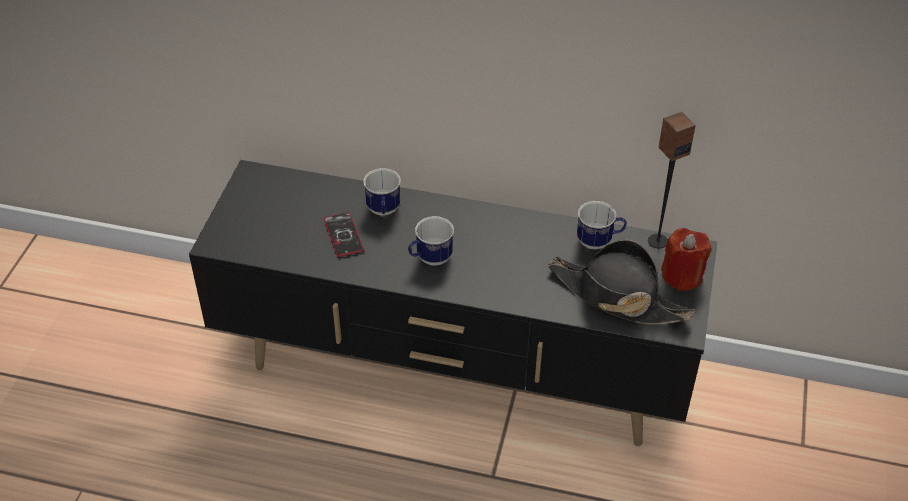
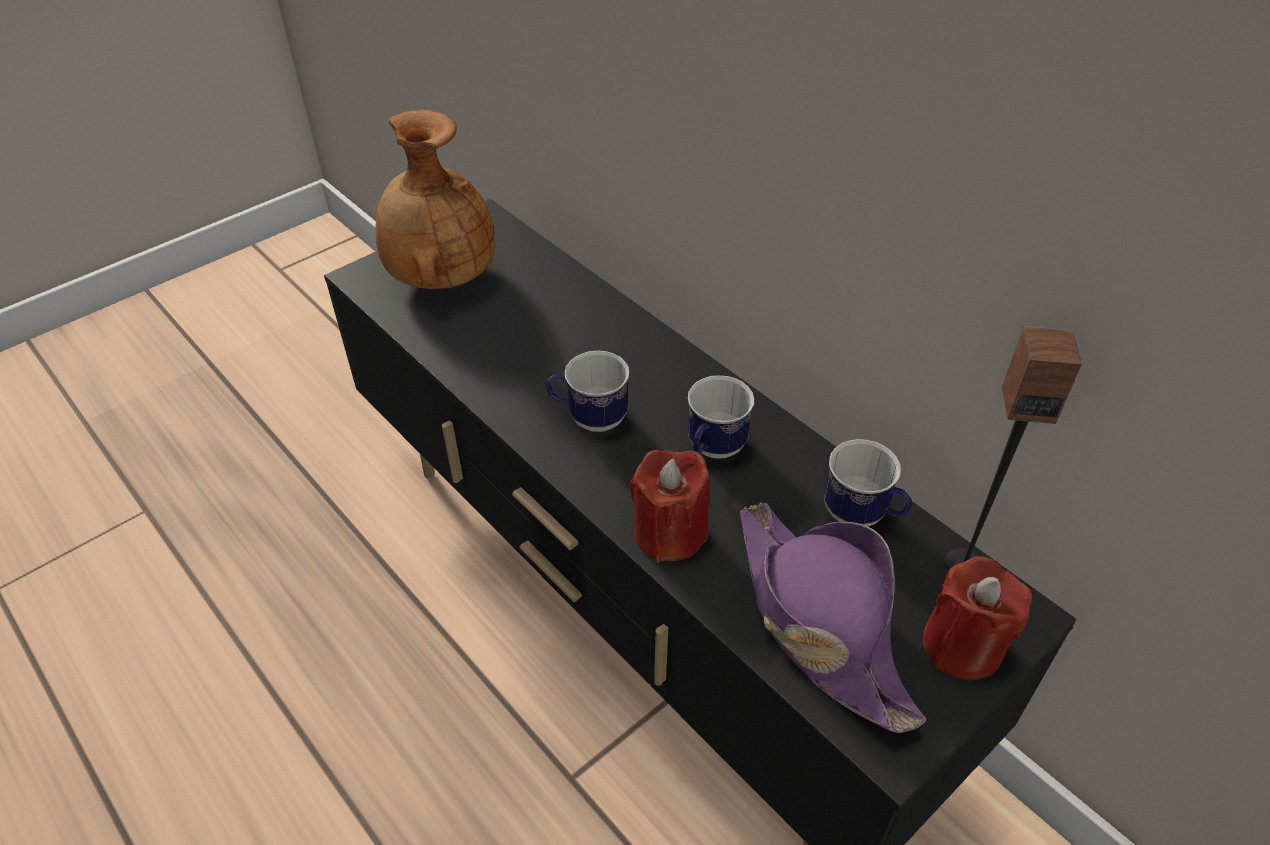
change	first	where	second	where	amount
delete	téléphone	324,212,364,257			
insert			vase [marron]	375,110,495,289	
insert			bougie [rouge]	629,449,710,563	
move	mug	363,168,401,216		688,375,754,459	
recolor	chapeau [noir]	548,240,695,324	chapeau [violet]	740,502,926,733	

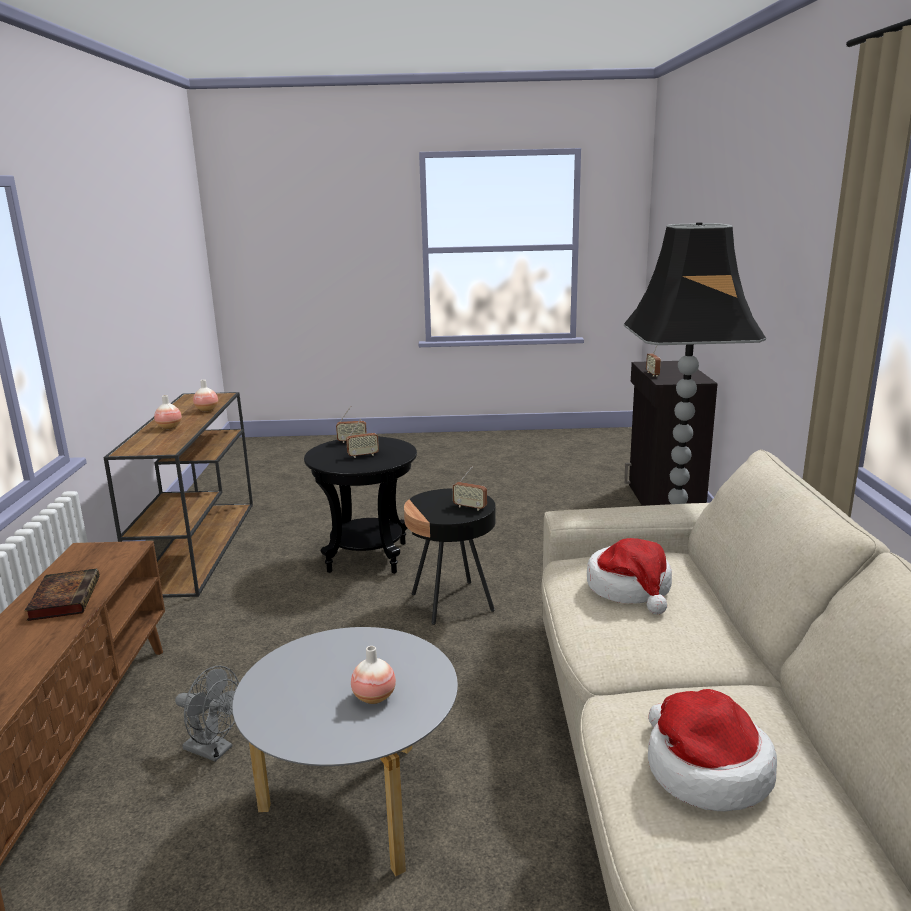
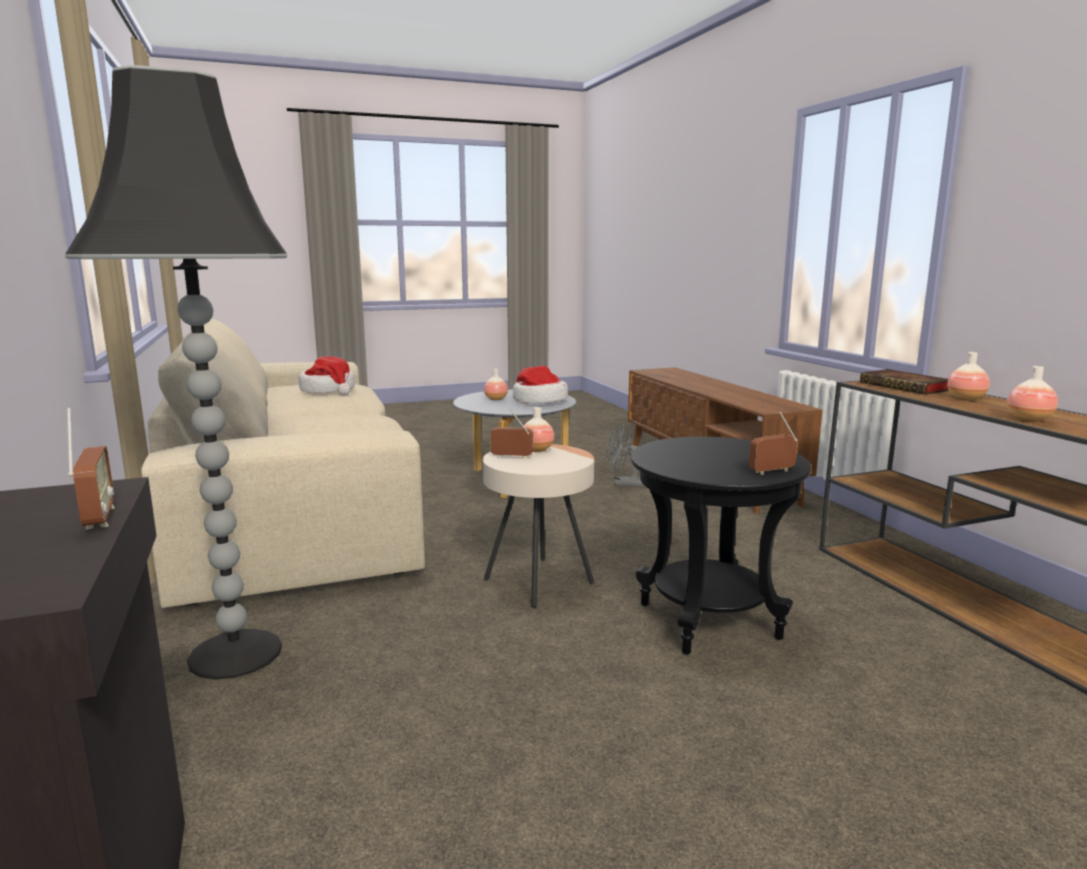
change	first	where	second	where	amount
delete	radio	346,418,379,458			
insert			vase	524,407,554,452	
move	livre	24,569,100,621		860,369,949,395	
move	chapeau	587,538,672,615		513,366,568,404	
recolor	table d'appoint [noir]	404,488,496,625	table d'appoint [beige]	483,444,594,608	

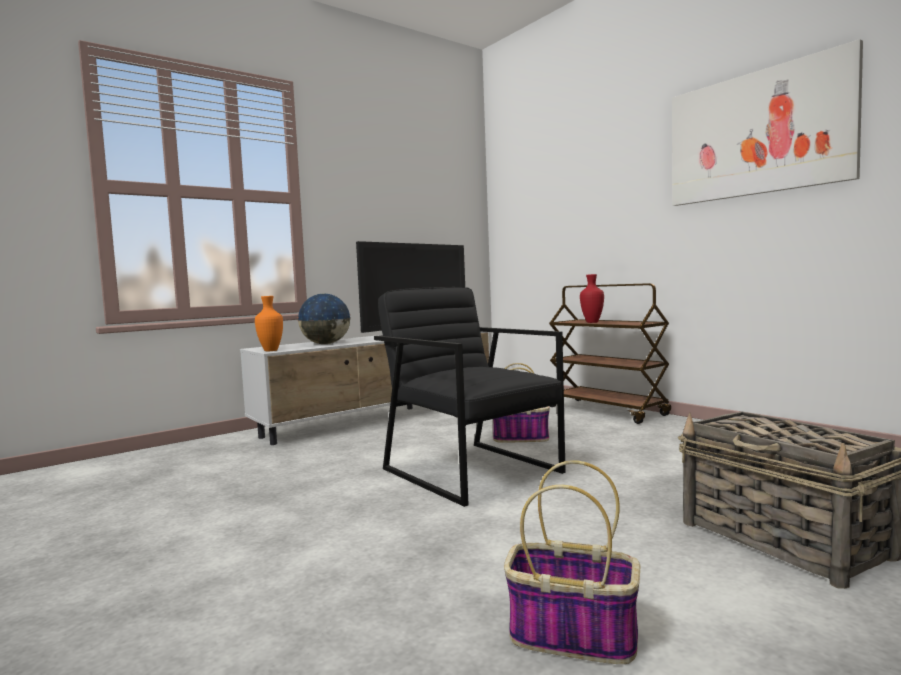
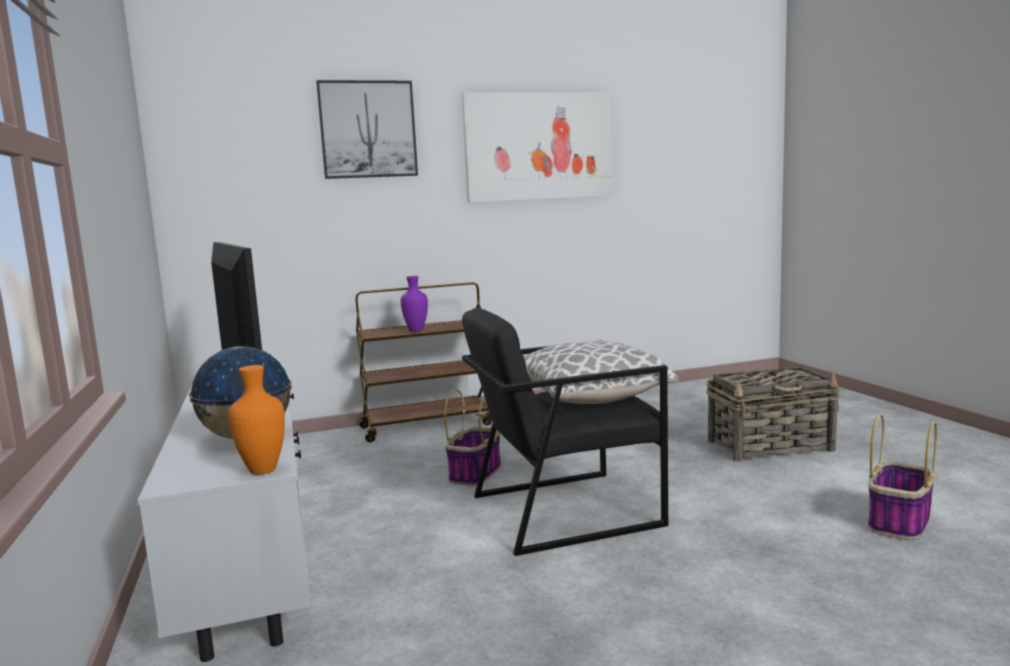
change	first	where	second	where	amount
insert			tableau	316,80,418,179	
insert			coussin	524,341,679,404	
recolor	vase [rouge]	580,274,604,323	vase [violet]	401,276,428,332	

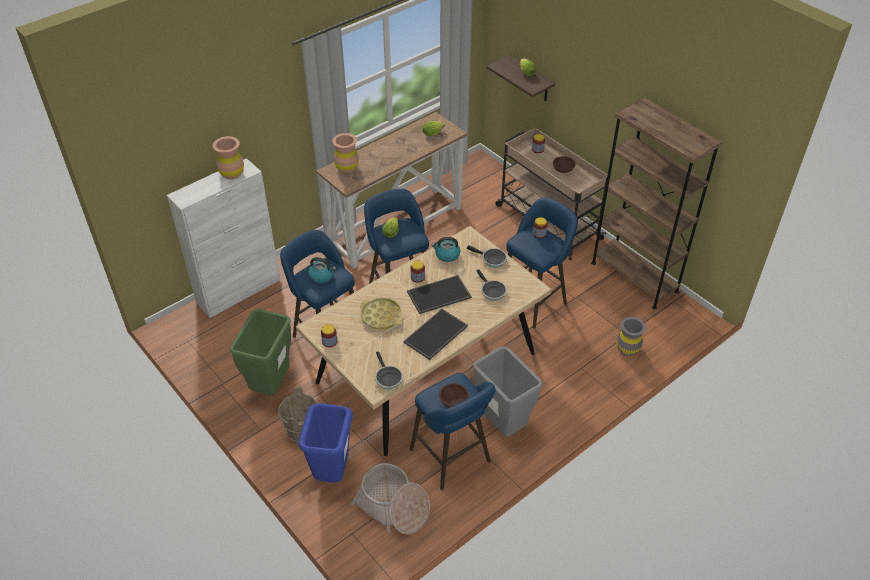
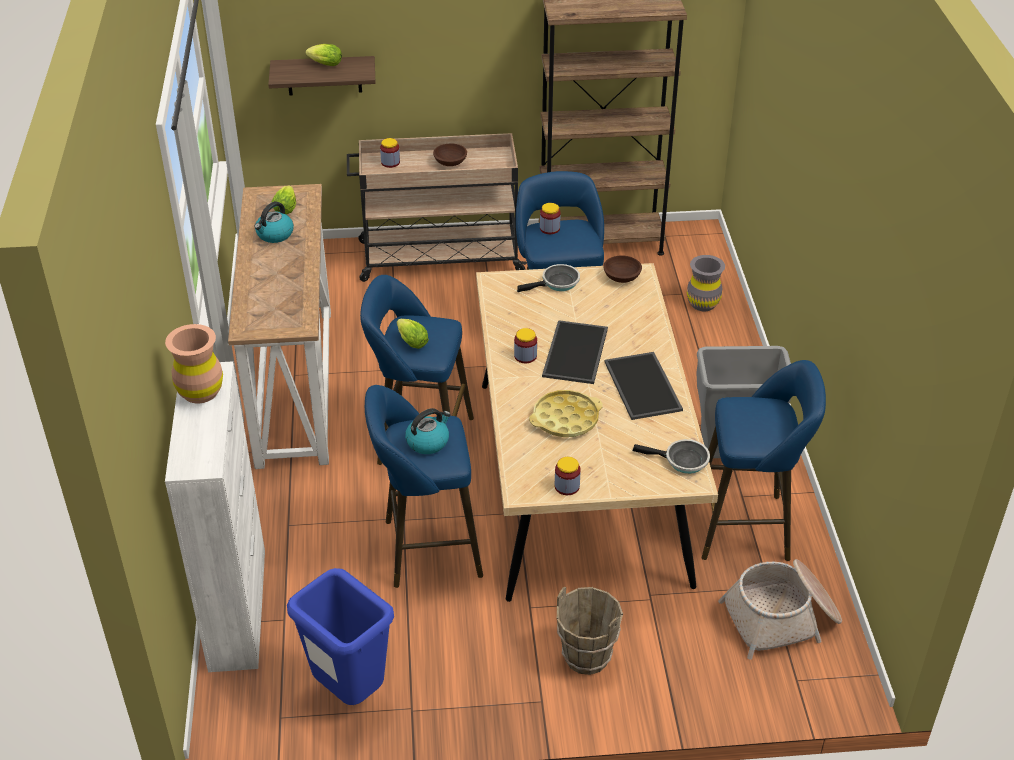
change	first	where	second	where	amount
delete	poubelle [vert]	230,309,291,396			
delete	vase [marron]	332,133,359,173			
delete	poêle	476,269,507,301			
move	poubelle [bleu]	298,403,353,483		287,568,394,705	
move	bouilloire	432,237,460,262		254,201,294,243	
move	bol [marron]	439,383,468,408		603,255,642,283	

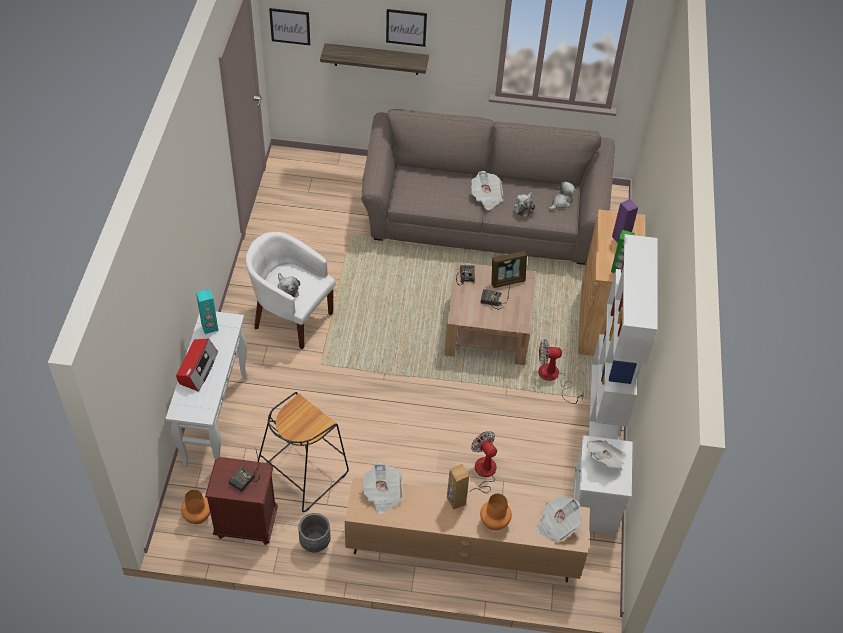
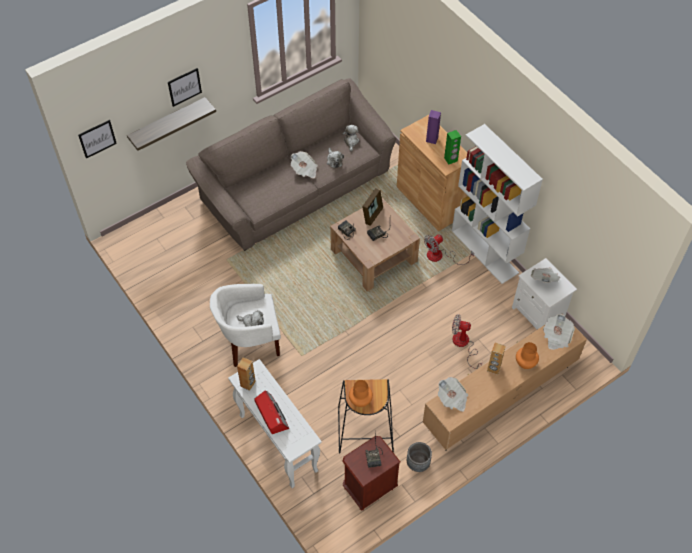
change	first	where	second	where	amount
move	vase [orange]	181,490,210,524		349,380,373,407	
recolor	enceinte [turquoise]	196,289,219,334	enceinte [marron]	237,357,256,391	

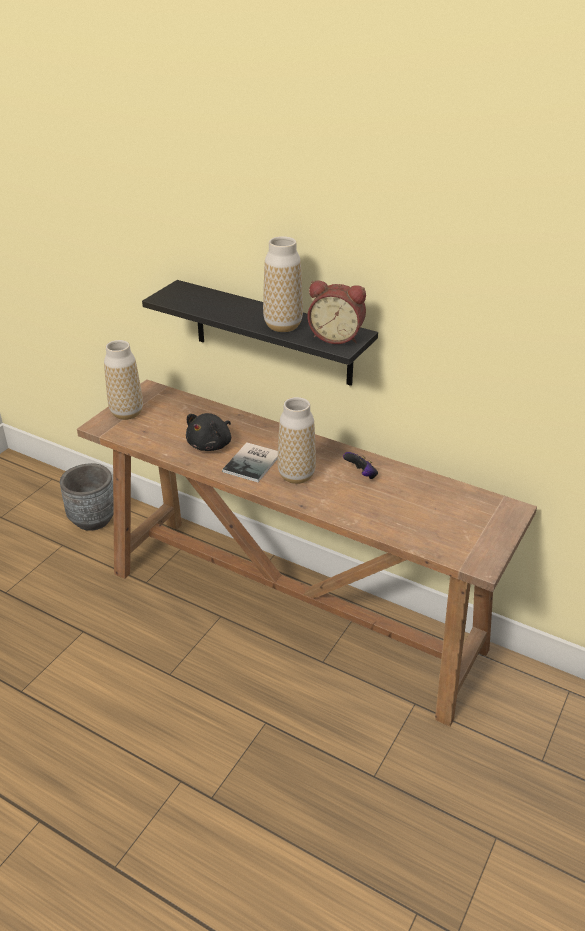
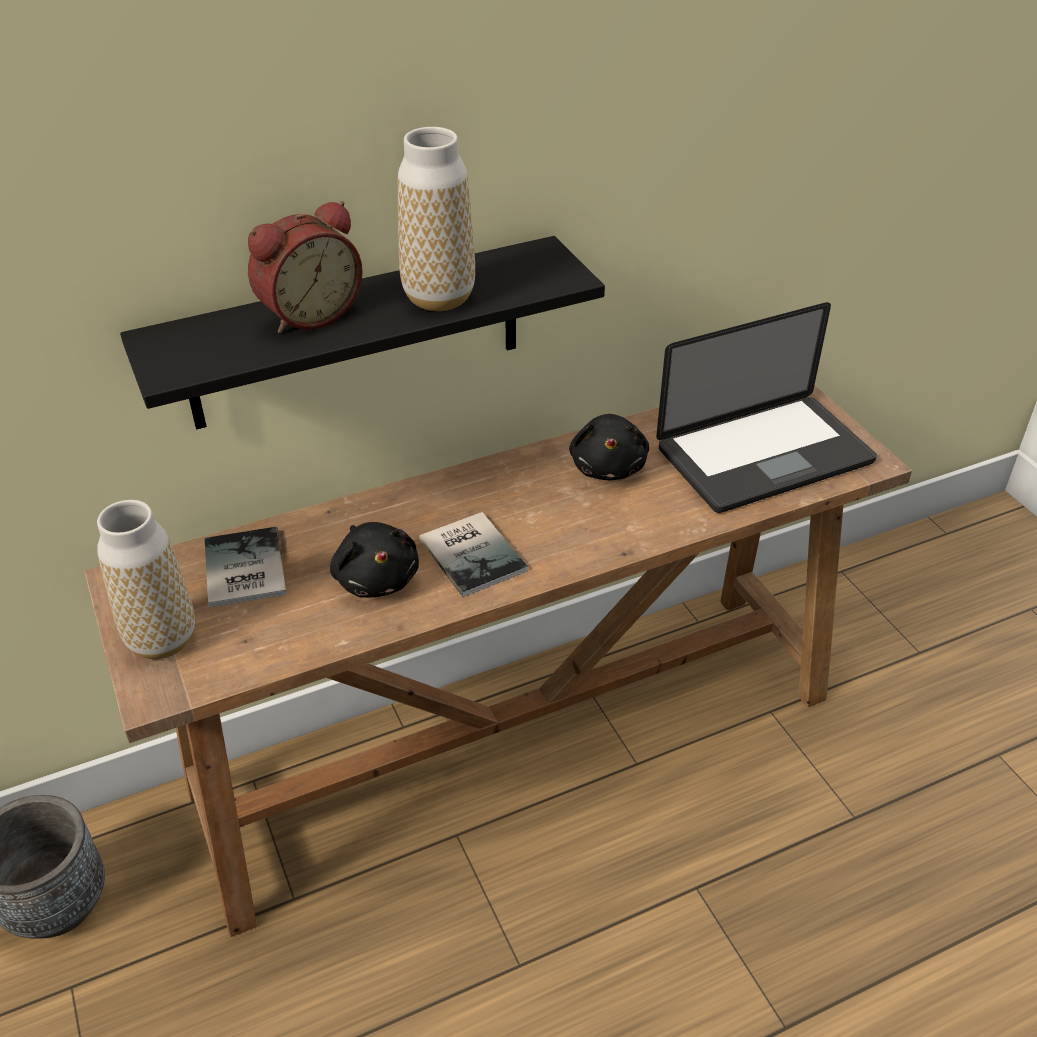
change	first	where	second	where	amount
delete	vase	277,397,316,484			
insert			livre	204,527,286,608	
insert			ordinateur portable	656,302,877,513	
move	réveil	308,280,366,344		248,201,363,333	
replace	manette	343,452,378,479	peluche [noir]	569,414,649,480	

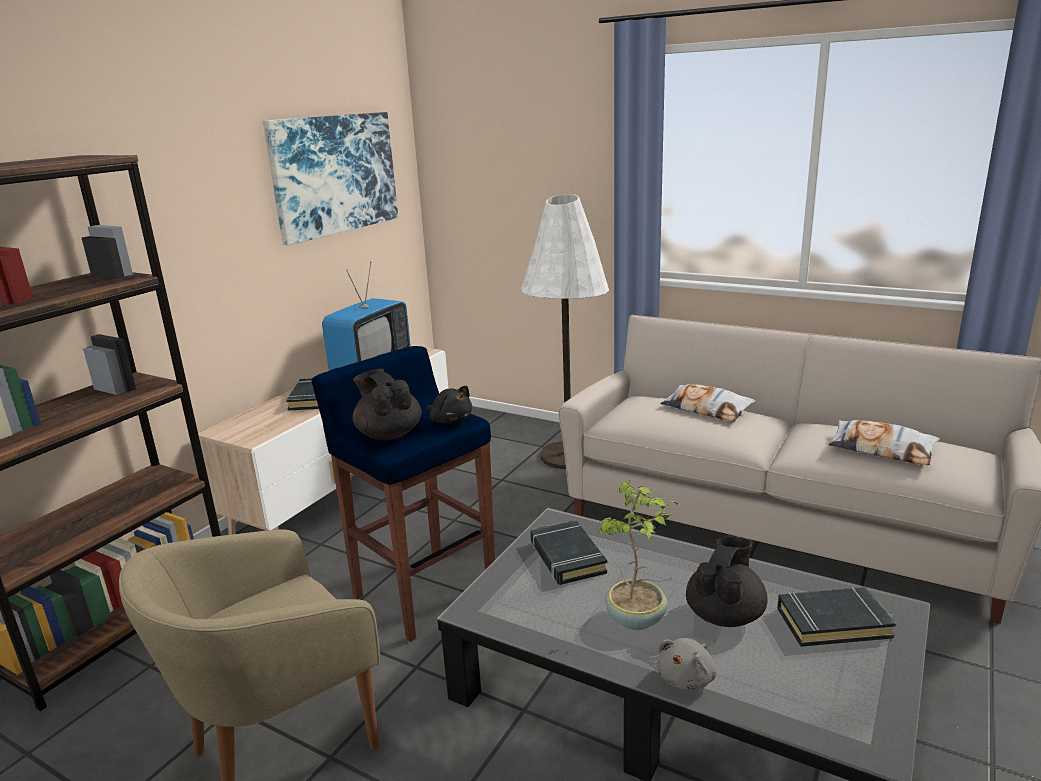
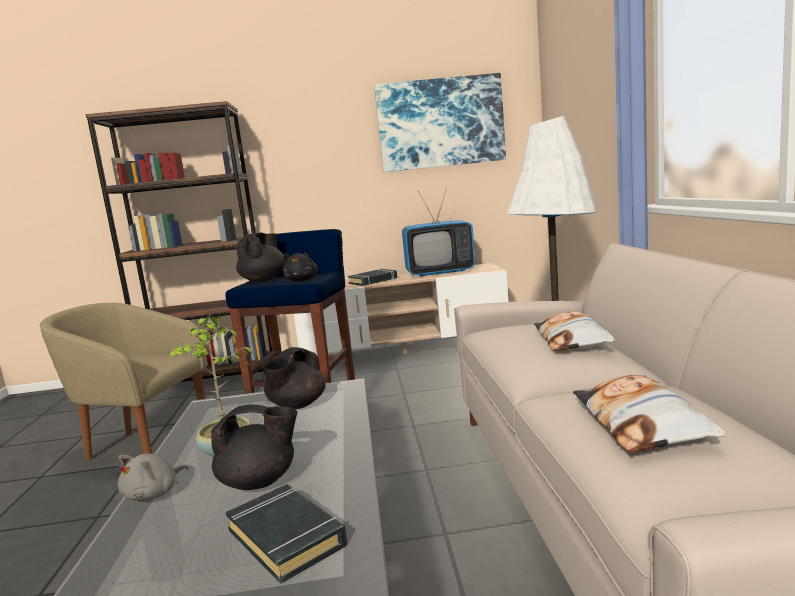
change	first	where	second	where	amount
replace	livre [noir]	531,520,607,585	théière [noir]	262,347,326,409	
rotate	peluche [gris]	657,638,717,690		118,454,189,501	60 degrees counterclockwise

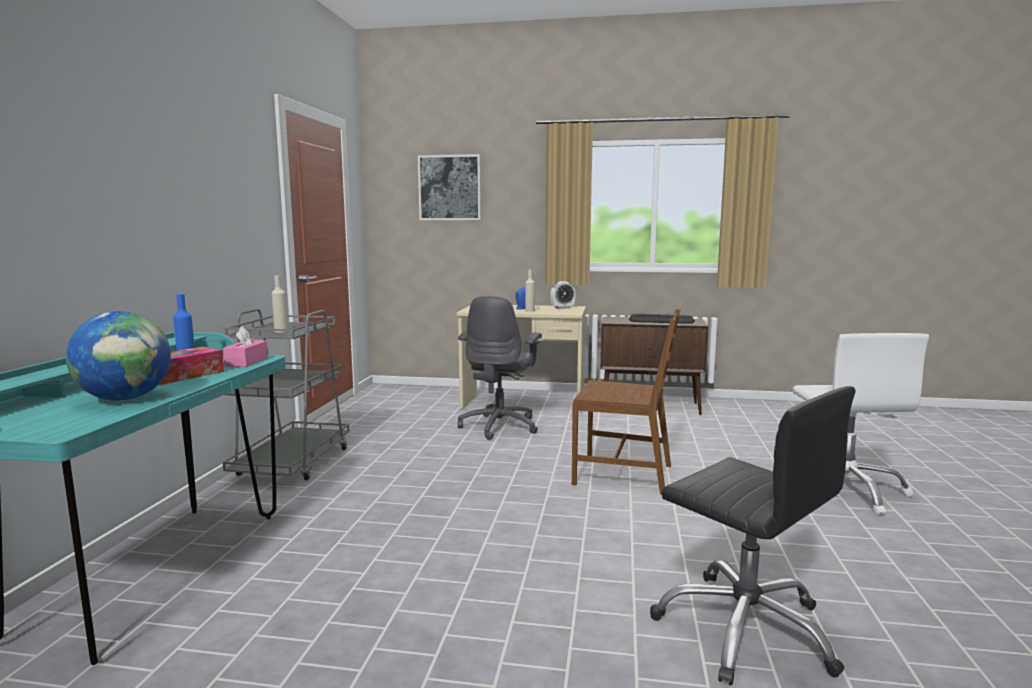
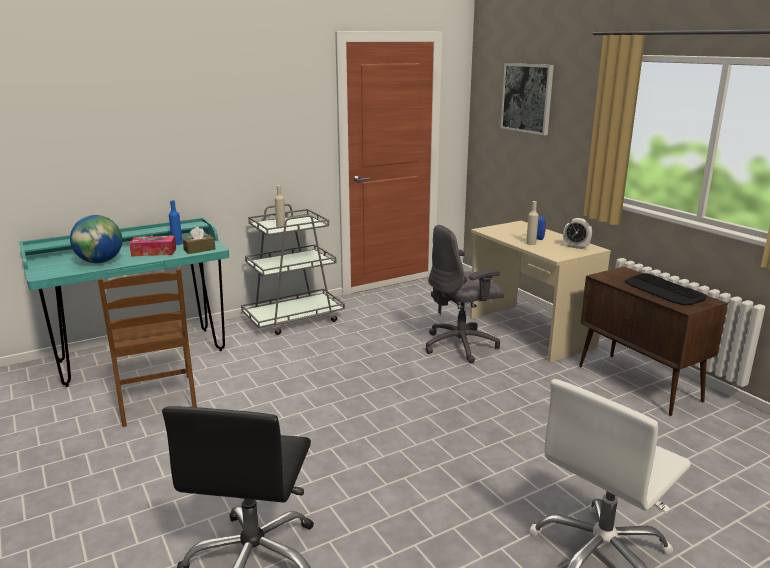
change	first	where	second	where	amount
move	chaise [marron]	572,309,681,495		98,269,197,427	
recolor	boîte à mouchoirs [rose]	223,326,268,367	boîte à mouchoirs [marron]	183,227,215,254	

